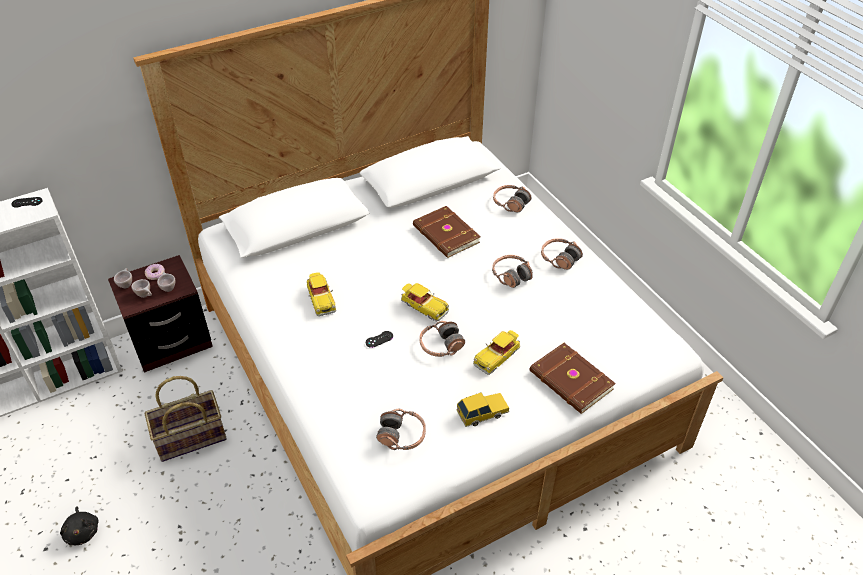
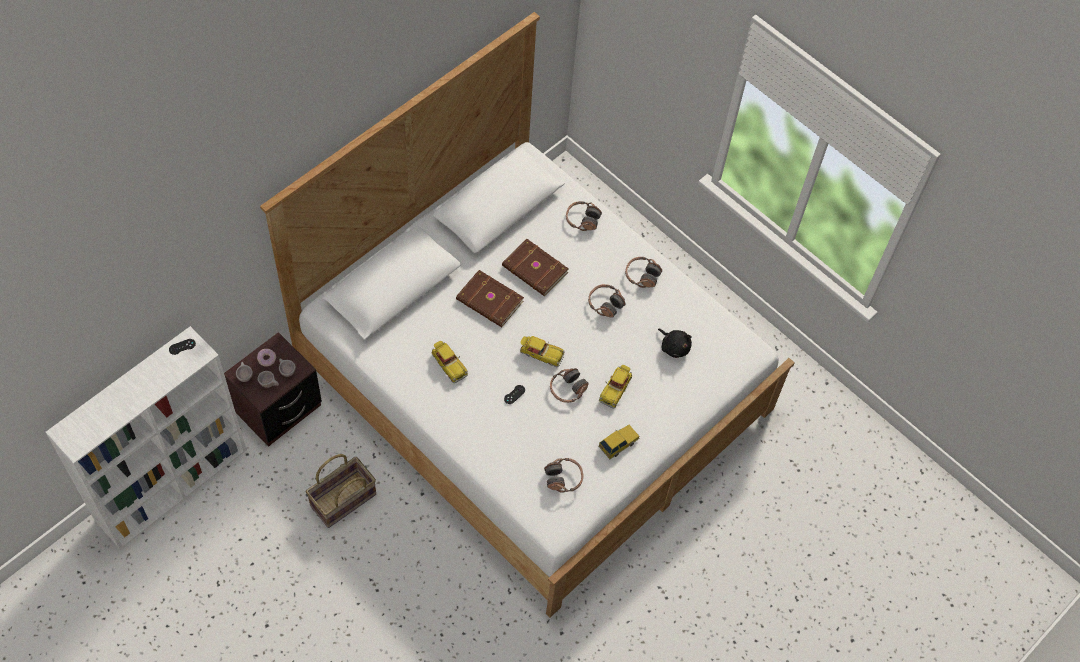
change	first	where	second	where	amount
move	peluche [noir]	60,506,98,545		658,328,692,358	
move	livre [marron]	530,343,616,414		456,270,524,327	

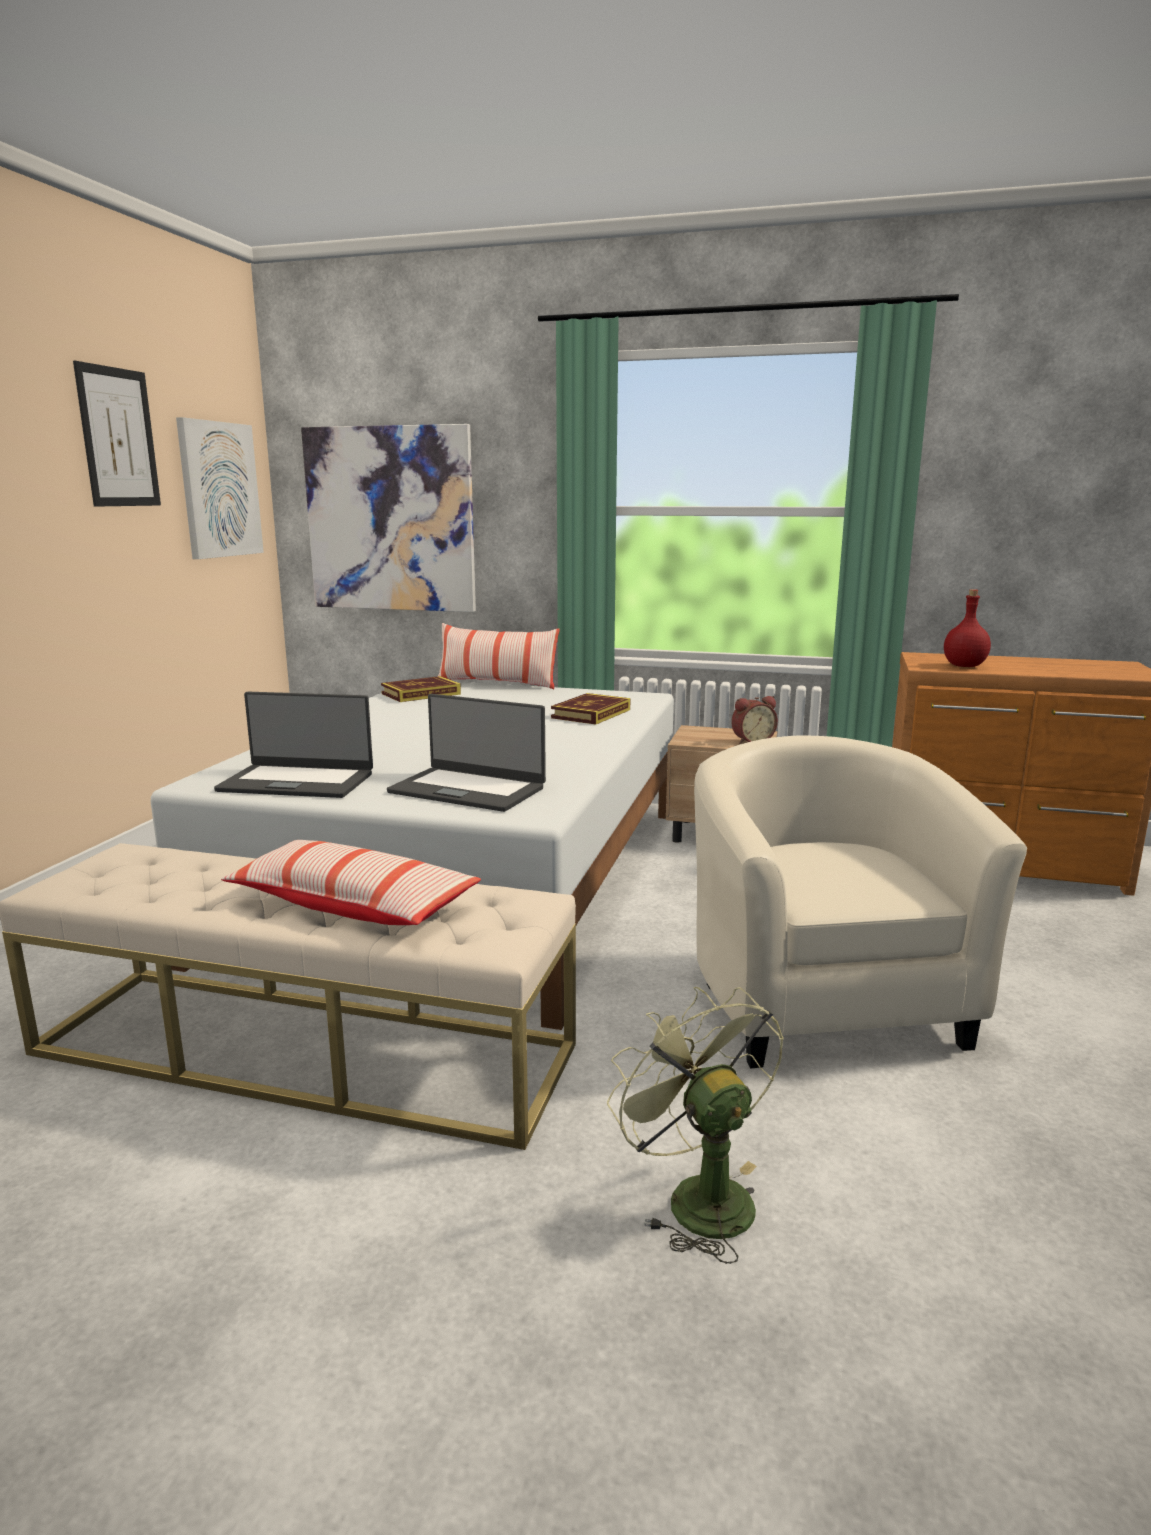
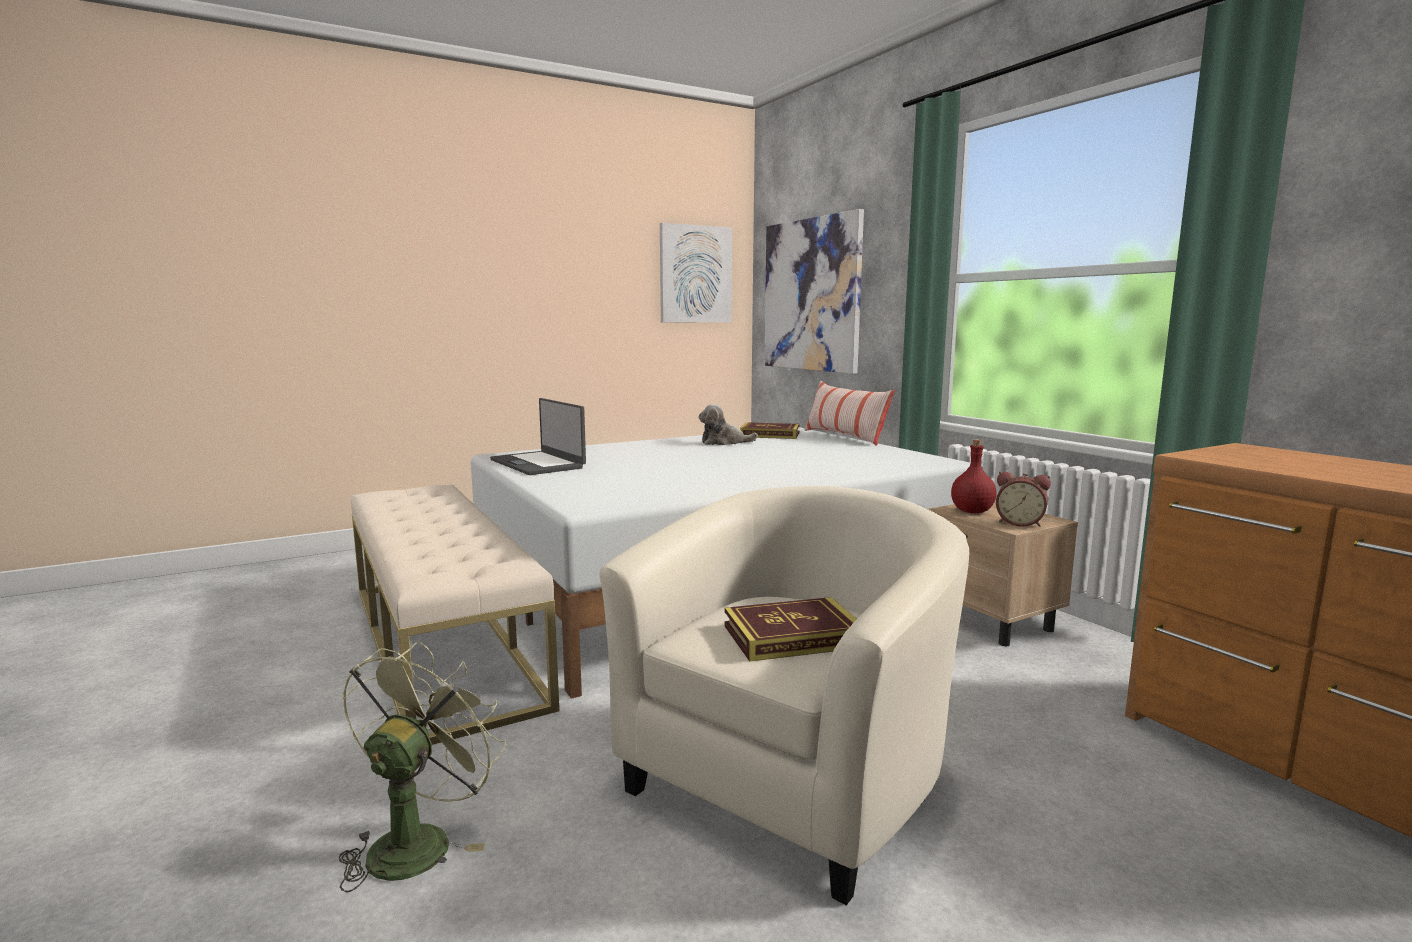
change	first	where	second	where	amount
delete	tableau	73,361,161,507			
delete	coussin	221,840,481,925			
delete	ordinateur portable	387,694,546,812			
insert			peluche	699,404,758,445	
move	livre	551,693,630,725		725,597,856,662	
move	bouteille [rouge]	944,589,991,667		951,439,997,513	

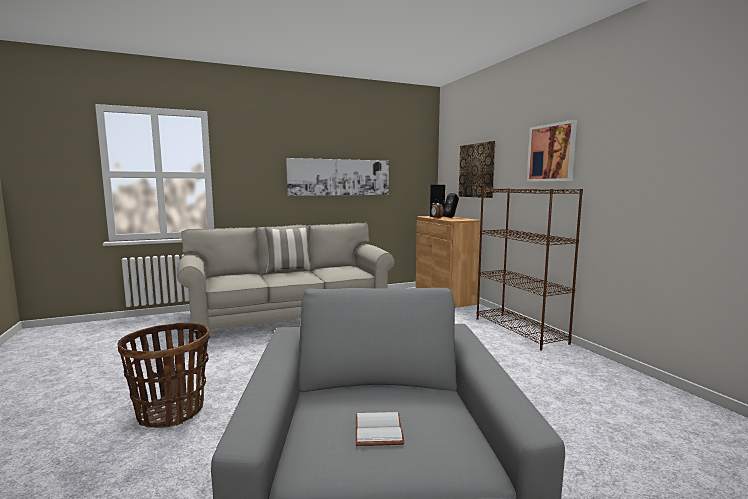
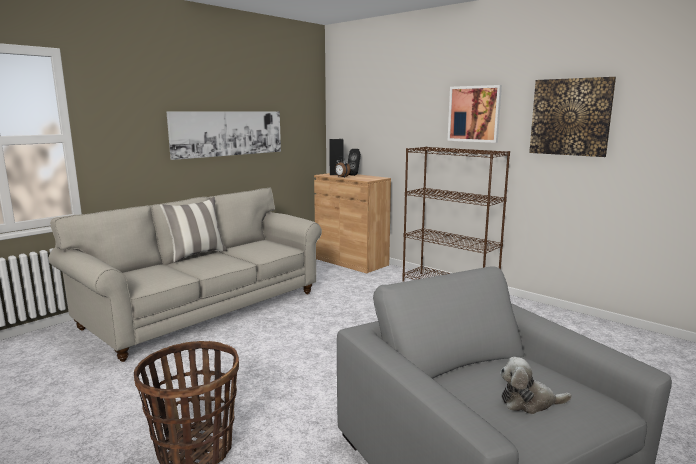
change	first	where	second	where	amount
move	tableau	459,141,495,198		529,77,616,157	
replace	livre [blanc]	356,412,405,446	peluche	500,357,572,414	

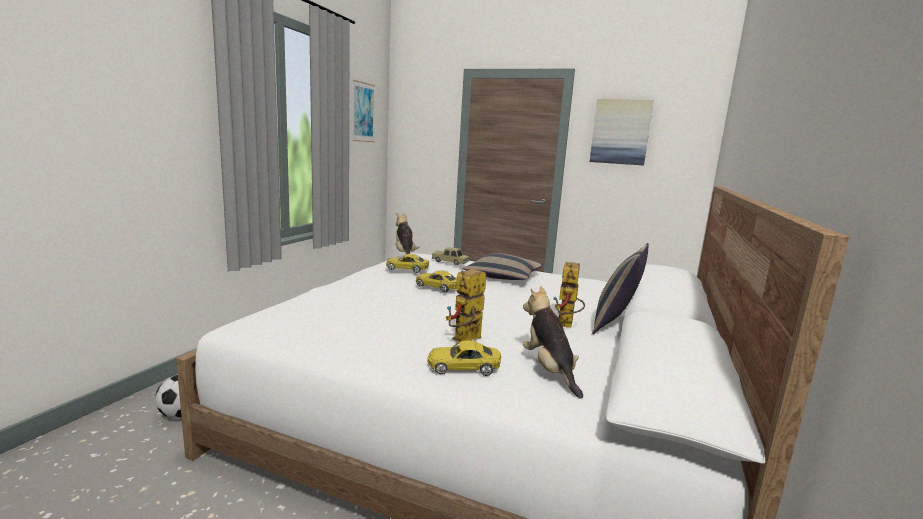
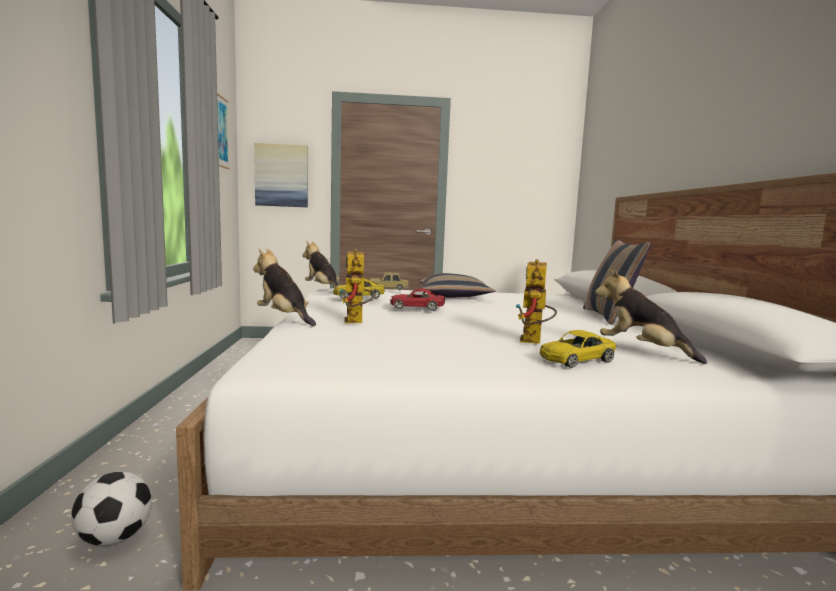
change	first	where	second	where	amount
insert			peluche	253,248,316,326	
move	robot jouet	553,262,585,328		339,249,375,324	
move	tableau	590,99,654,166		254,143,308,207	
recolor	petite voiture [jaune]	416,270,457,293	petite voiture [rouge]	390,289,445,311	

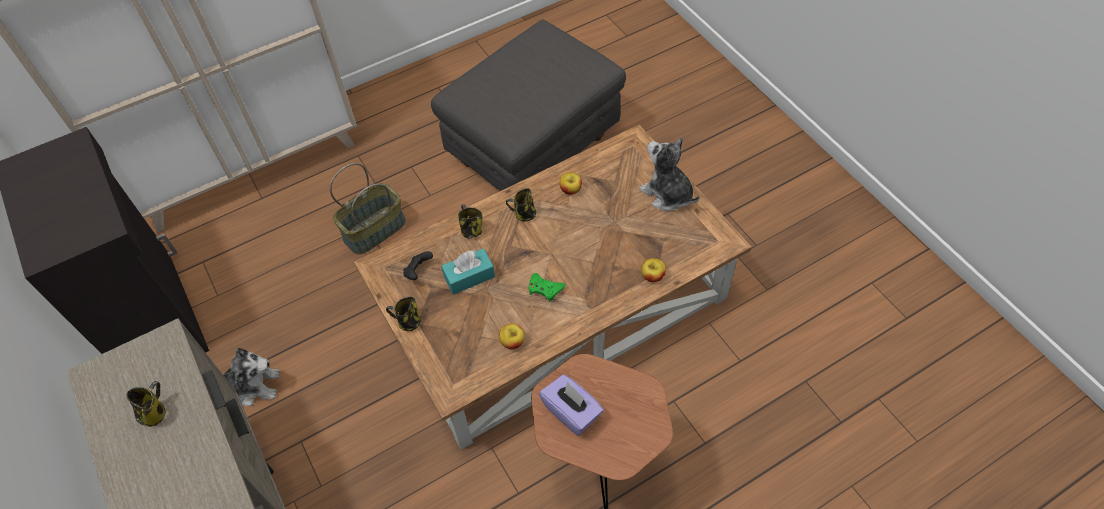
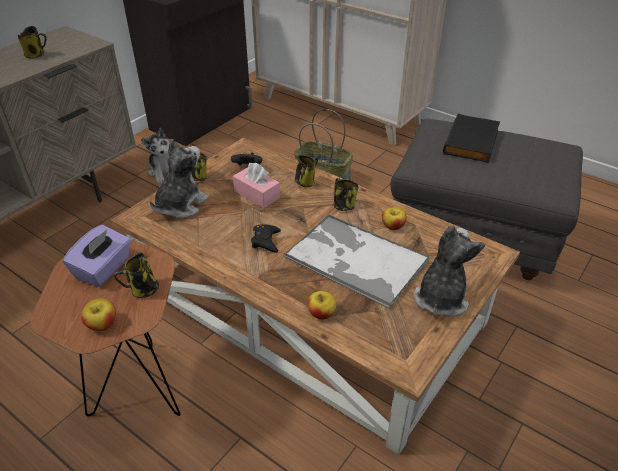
change	first	where	second	where	amount
insert			mug	114,253,159,298	
insert			peluche	150,138,209,218	
insert			plateau	284,214,430,309	
insert			livre [noir]	443,114,500,163	
move	pomme	499,323,525,349		81,298,116,331	
recolor	boîte à mouchoirs [turquoise]	441,248,495,295	boîte à mouchoirs [rose]	233,162,280,208	
recolor	manette [vert]	529,273,566,302	manette [noir]	251,224,281,253	

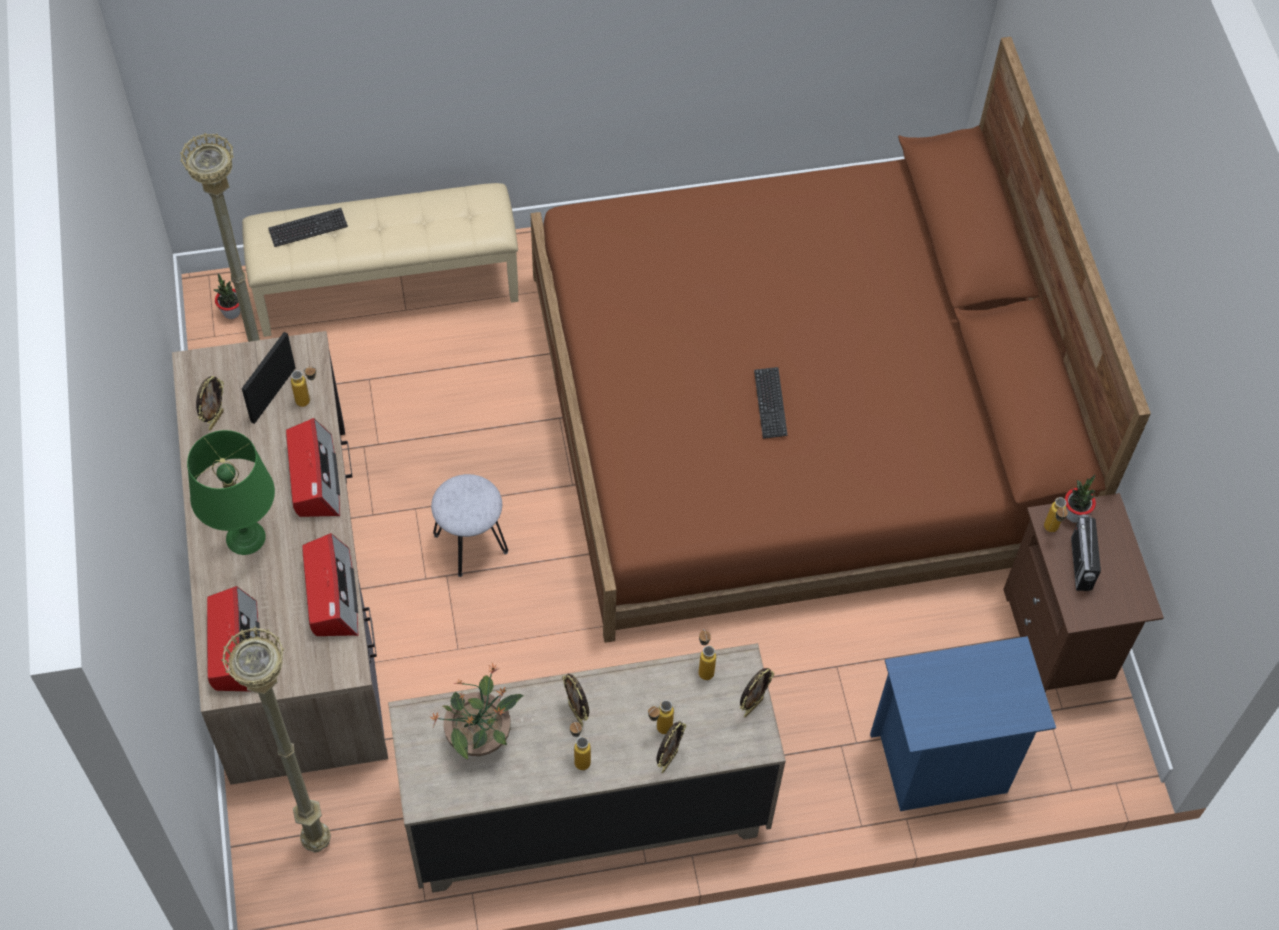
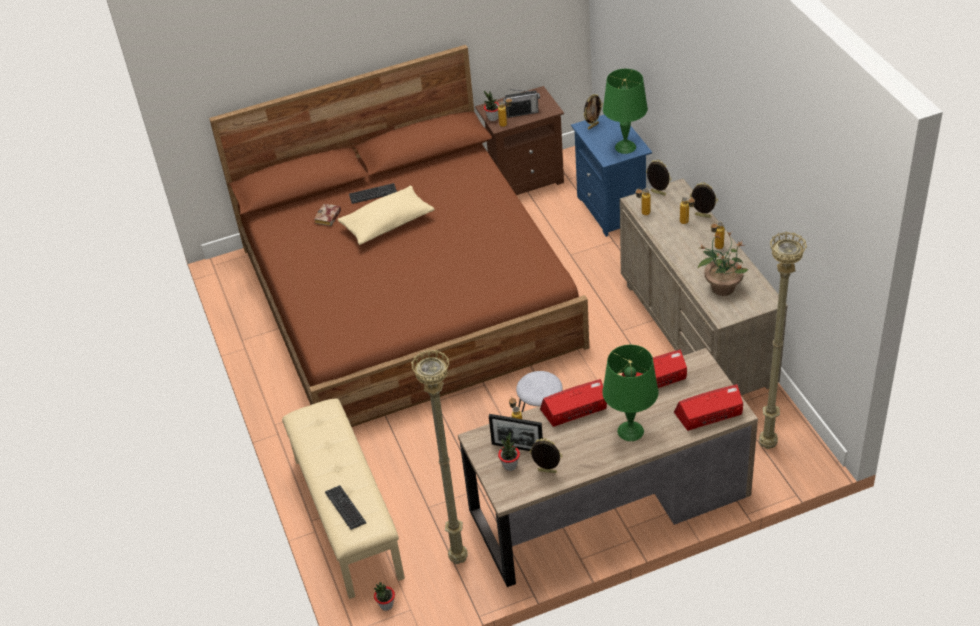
change	first	where	second	where	amount
insert			livre	314,204,341,226	
insert			coussin [beige]	338,186,435,245	
insert			plante en pot	498,432,520,471	
insert			lampe de table [vert]	603,69,648,154	
move	cadre photo	562,674,589,727		584,94,603,130	
move	clavier	754,367,788,439		349,183,397,204	

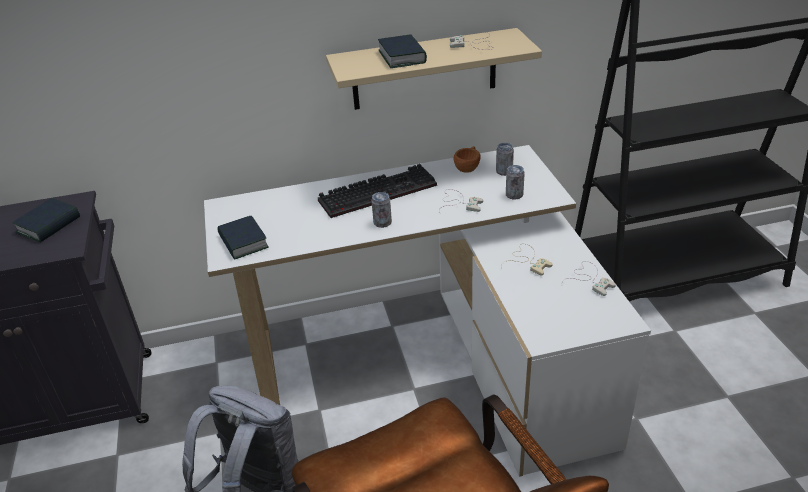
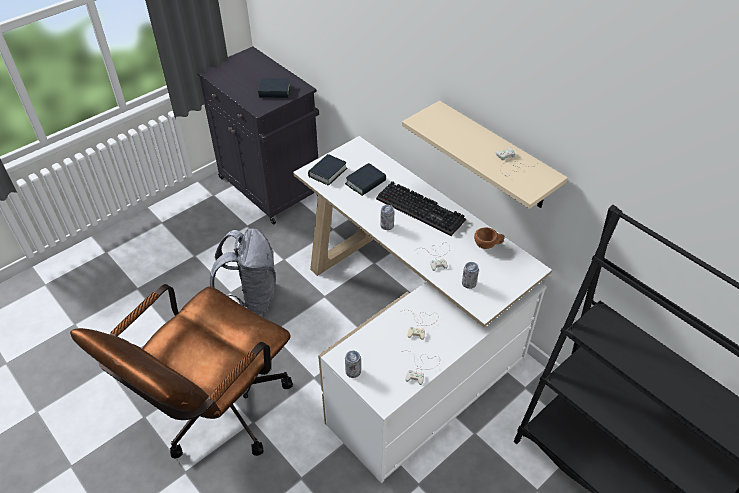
change	first	where	second	where	amount
move	livre	378,34,427,68		345,163,386,196	
move	boîte métallique	496,143,514,176		345,350,361,378	

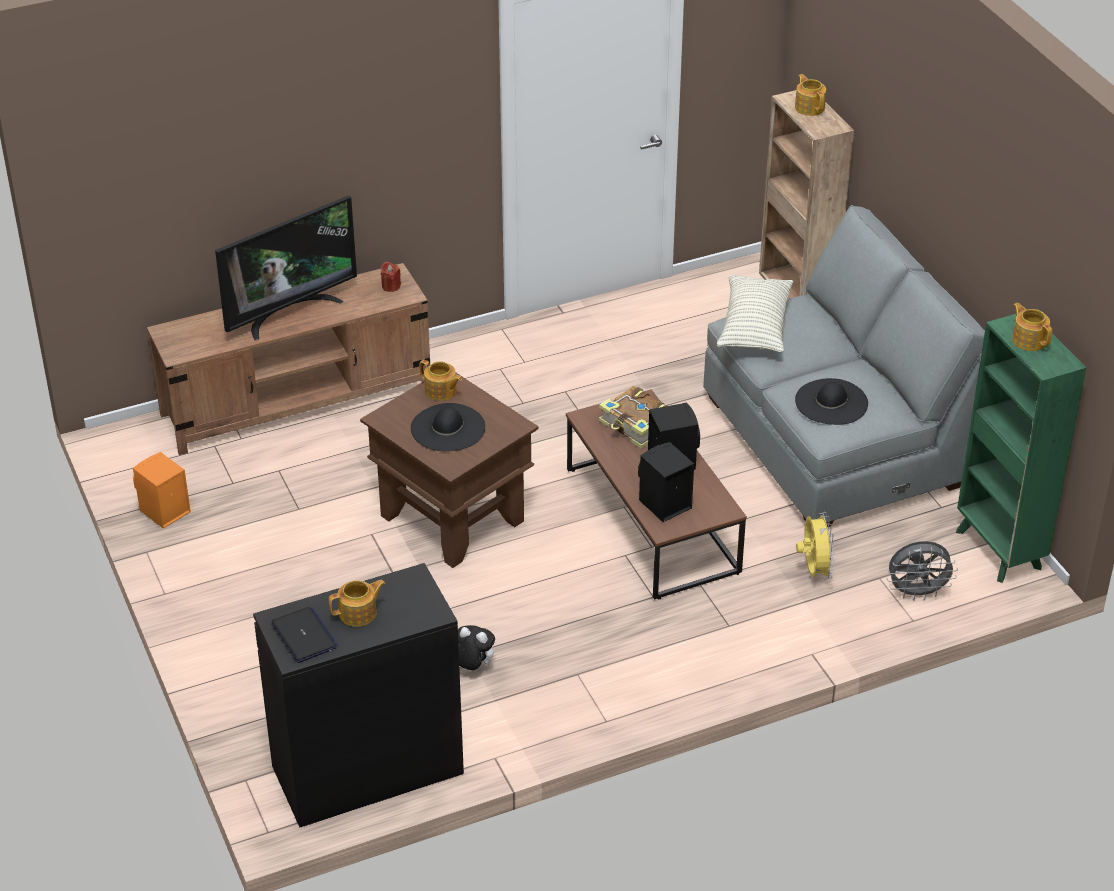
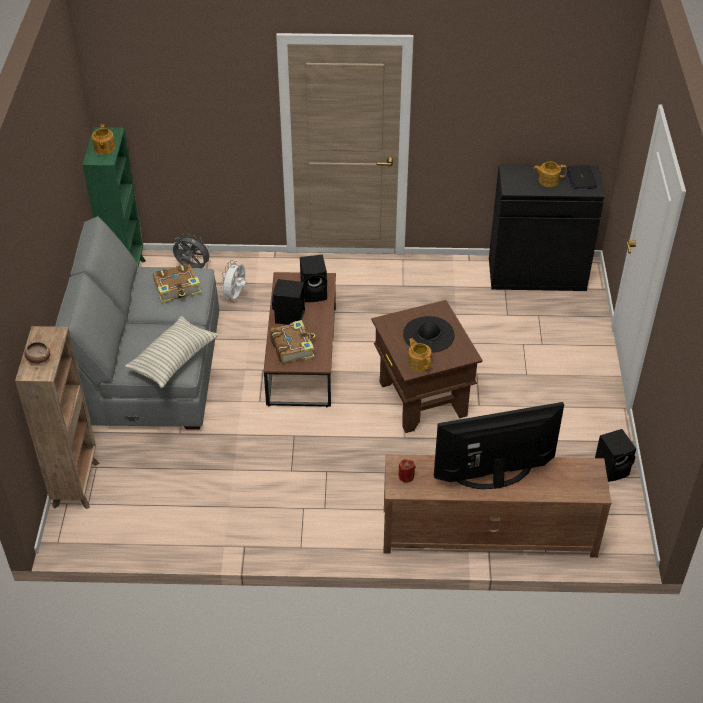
change	first	where	second	where	amount
delete	peluche	458,625,495,670			
replace	théière	795,74,826,116	bol	25,342,50,364	
replace	chapeau [noir]	795,378,868,425	livre	153,264,201,304	
recolor	enceinte [orange]	133,452,191,529	enceinte [noir]	595,429,636,482	
recolor	ventilateur [jaune]	796,512,835,579	ventilateur [blanc]	219,260,247,301	

